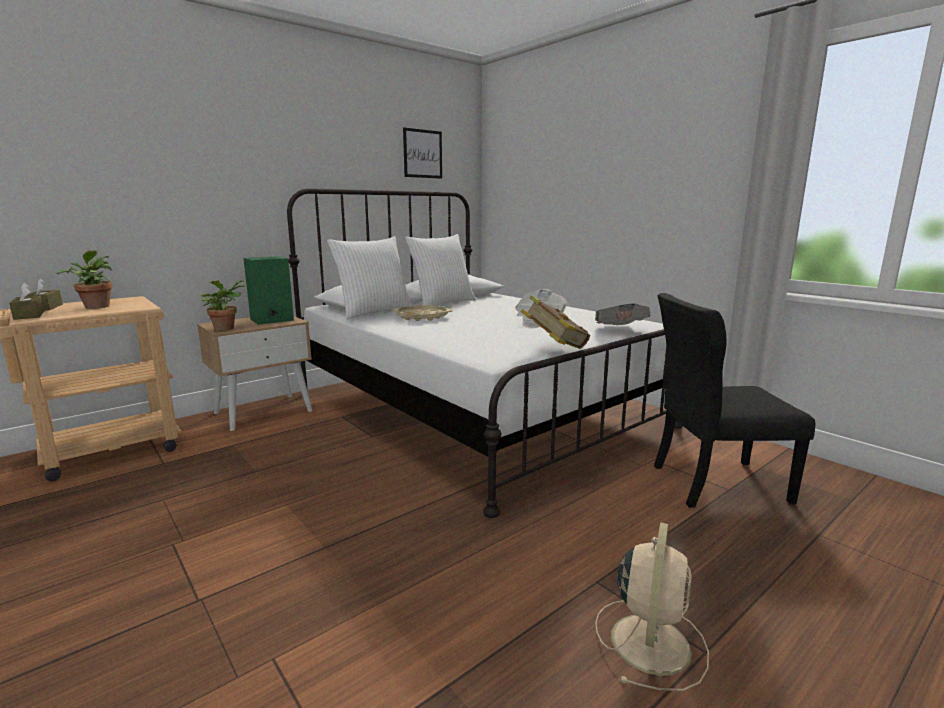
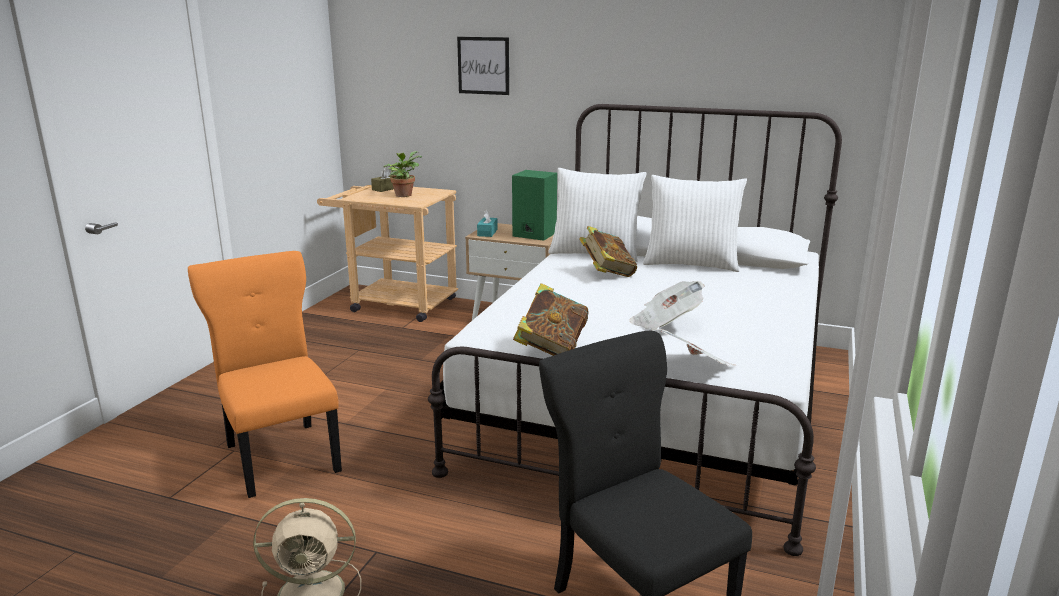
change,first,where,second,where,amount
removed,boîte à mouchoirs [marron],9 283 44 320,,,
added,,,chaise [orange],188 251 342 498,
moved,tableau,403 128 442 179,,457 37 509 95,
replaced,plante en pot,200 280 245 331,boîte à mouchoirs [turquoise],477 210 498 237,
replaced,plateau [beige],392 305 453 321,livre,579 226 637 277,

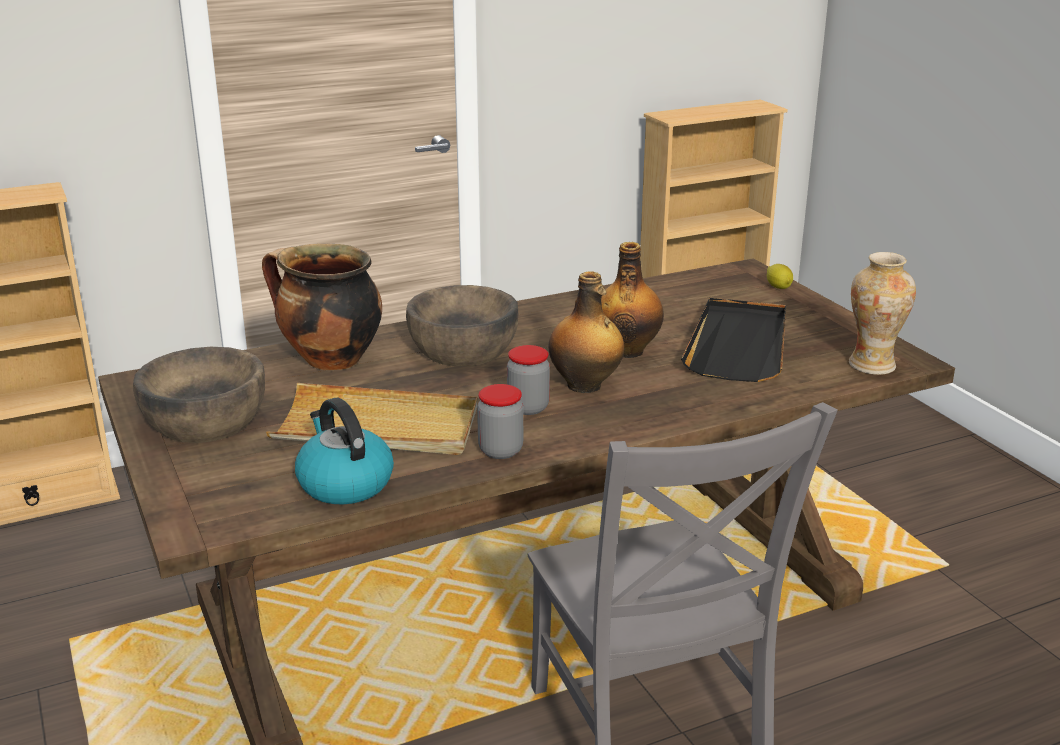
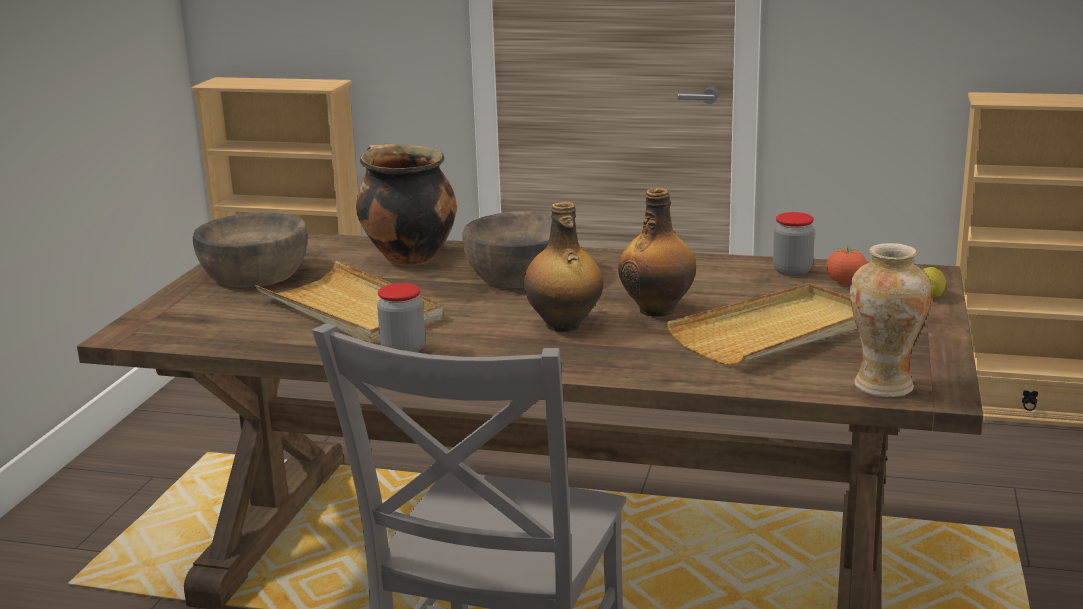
change,first,where,second,where,amount
removed,bouilloire,295 398 394 504,,,
added,,,tomate,827 247 867 284,
moved,bocal,507 345 550 415,,773 212 815 276,
recoloured,plateau [noir],681 298 786 382,plateau [beige],666 283 857 365,

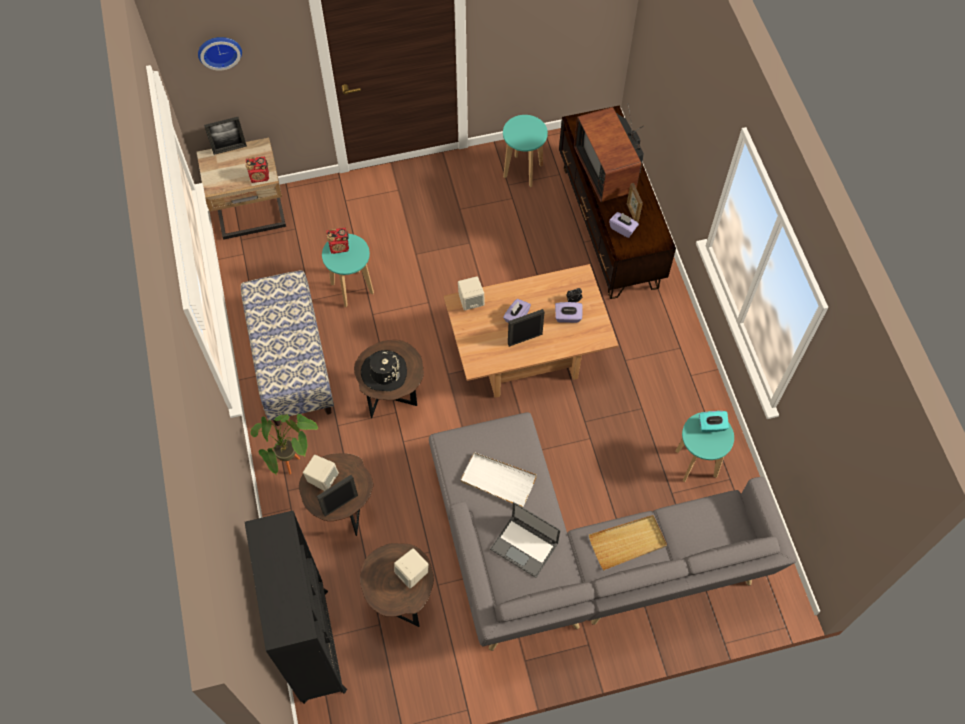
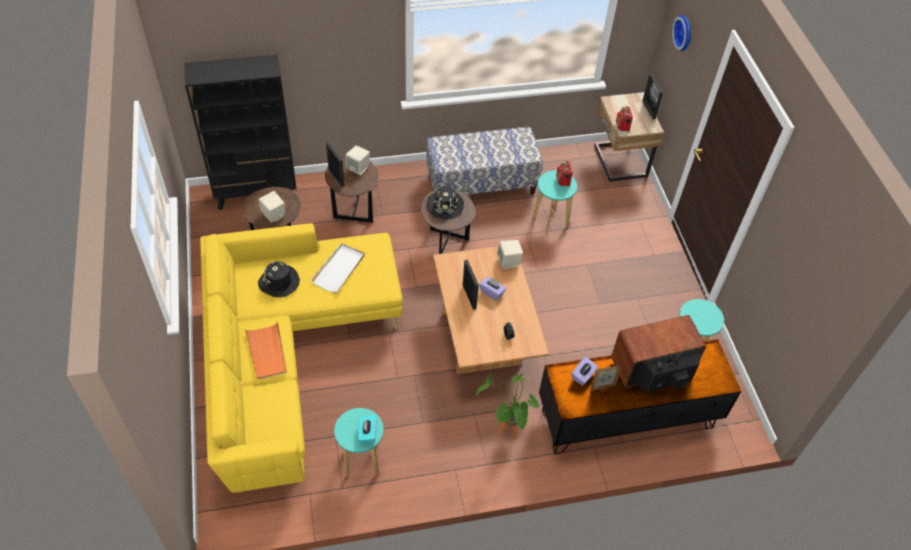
change,first,where,second,where,amount
removed,boîte à mouchoirs [violet],555 302 582 323,,,
moved,plante en pot,250 414 318 474,,476 373 540 439,
replaced,ordinateur portable,490 502 561 578,chapeau [noir],258 261 300 298,
recoloured,canapé [gris],429 412 797 651,canapé [jaune],200 223 403 493,
recoloured,plateau [beige],589 515 667 570,plateau [orange],245 322 287 379,

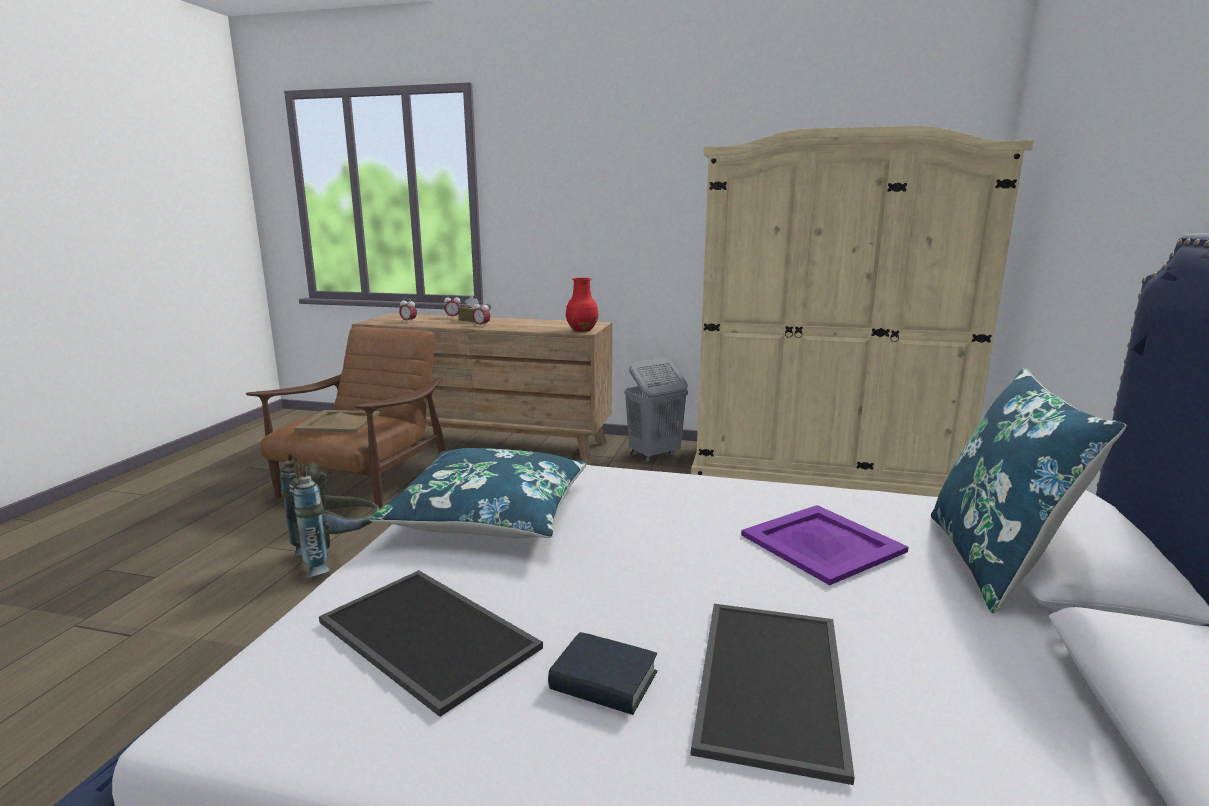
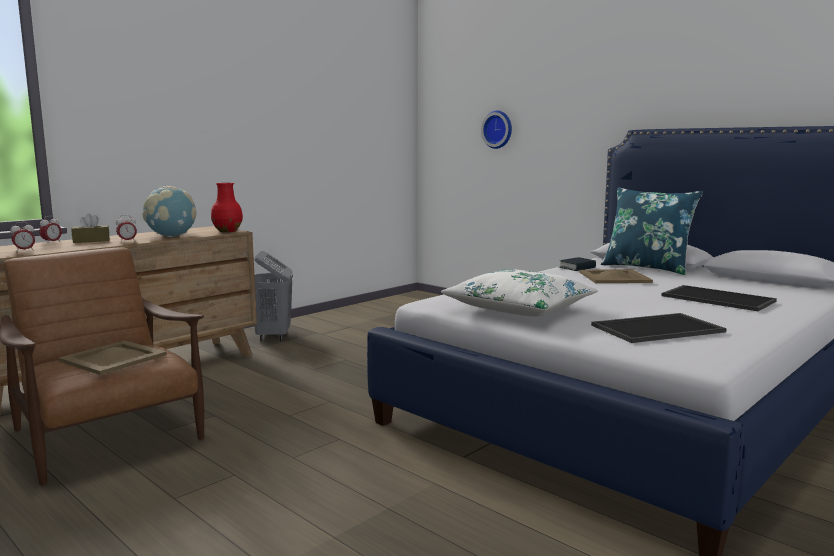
change,first,where,second,where,amount
removed,sac à dos [gris],280 452 379 578,,,
removed,armoire [beige],691 126 1034 497,,,
added,,,globe,143 186 197 237,
added,,,horloge murale,481 111 512 149,
moved,livre,548 632 657 715,,559 257 596 271,
recoloured,coussin [bleu],370 448 587 538,coussin [blanc],441 269 598 317,
recoloured,plateau [violet],741 505 908 585,plateau [beige],579 269 653 283,

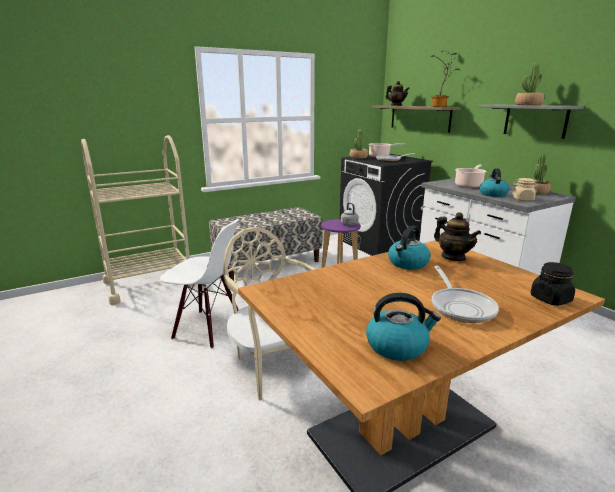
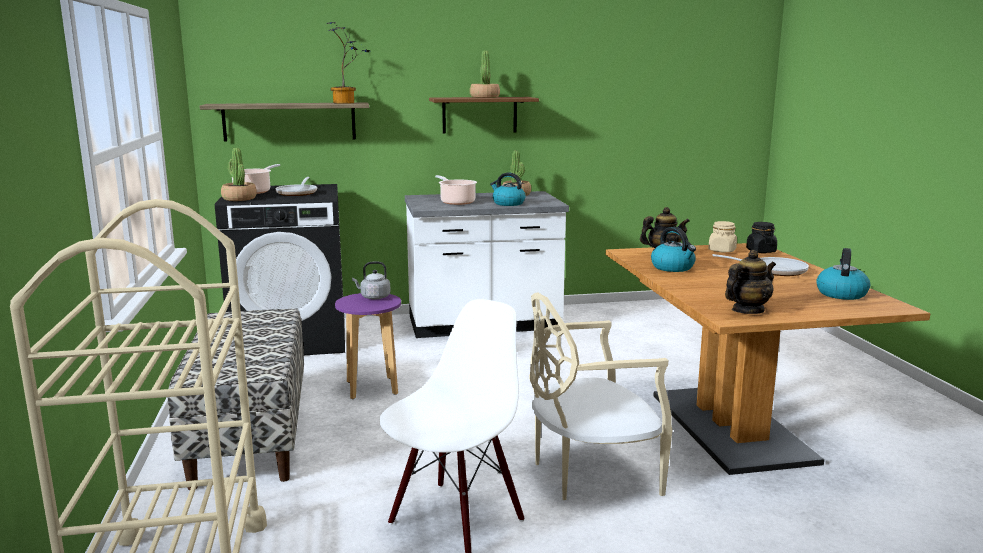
change,first,where,second,where,amount
moved,théière,386 81 410 106,,725 250 776 314,
moved,bocal [beige],512 178 538 201,,708 221 737 252,
recoloured,étagère [gris],479 105 584 139,étagère [marron],429 97 539 134,

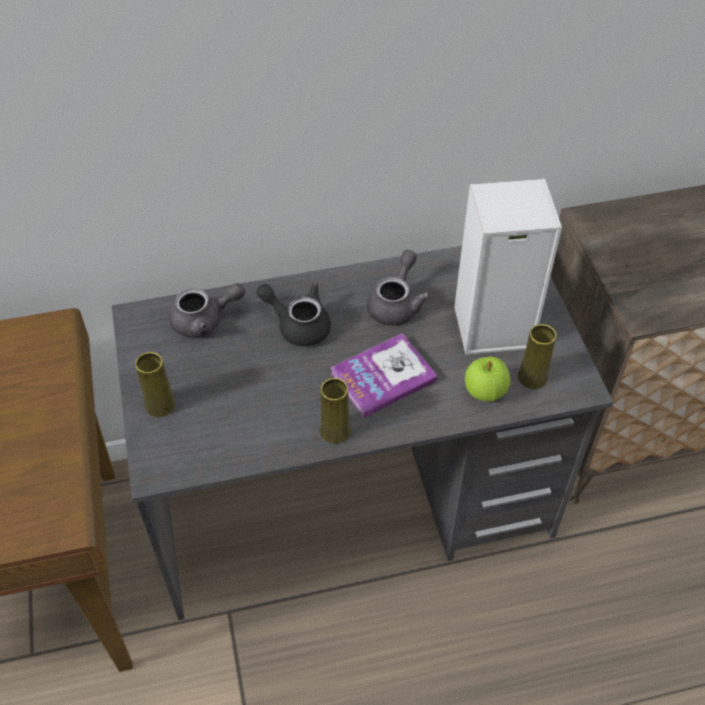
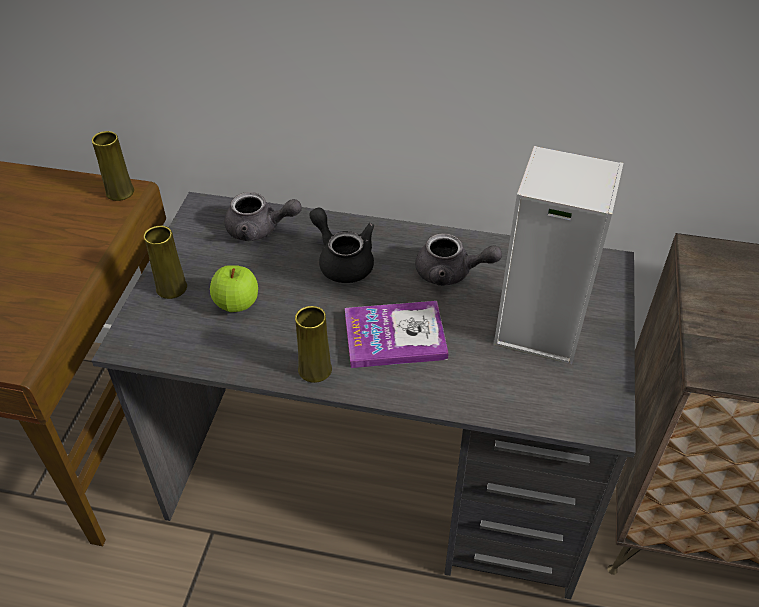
change,first,where,second,where,amount
moved,pomme,465 357 510 401,,210 265 258 312,
moved,vase [jaune],518 324 556 389,,92 131 134 201,
turned,théière [gris],367 250 431 326,,415 233 502 286,60 degrees clockwise

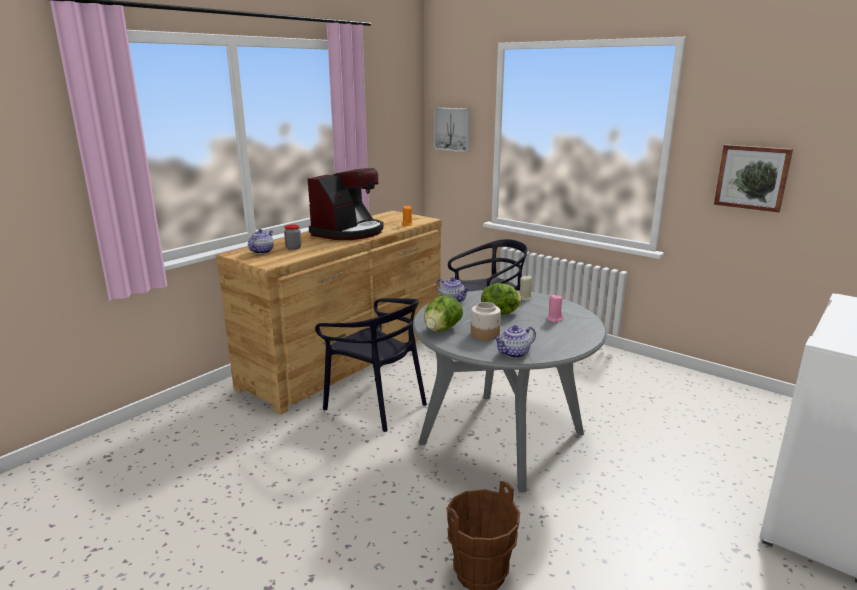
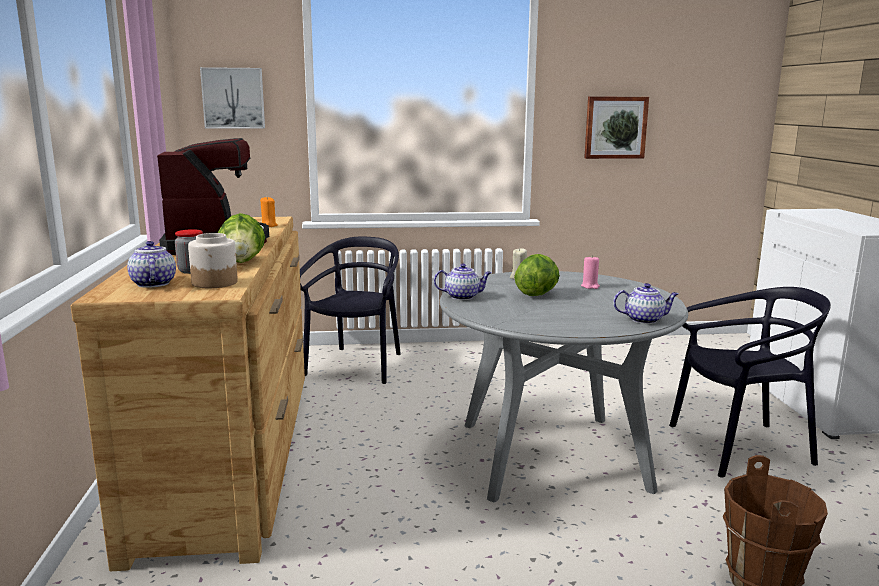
change,first,where,second,where,amount
moved,chaise [noir],315 298 427 432,,669 287 831 478,
moved,laitue,424 295 463 332,,218 213 265 263,
moved,bocal,471 302 501 341,,188 233 238 288,
turned,théière,494 325 536 358,,613 283 678 324,105 degrees counterclockwise

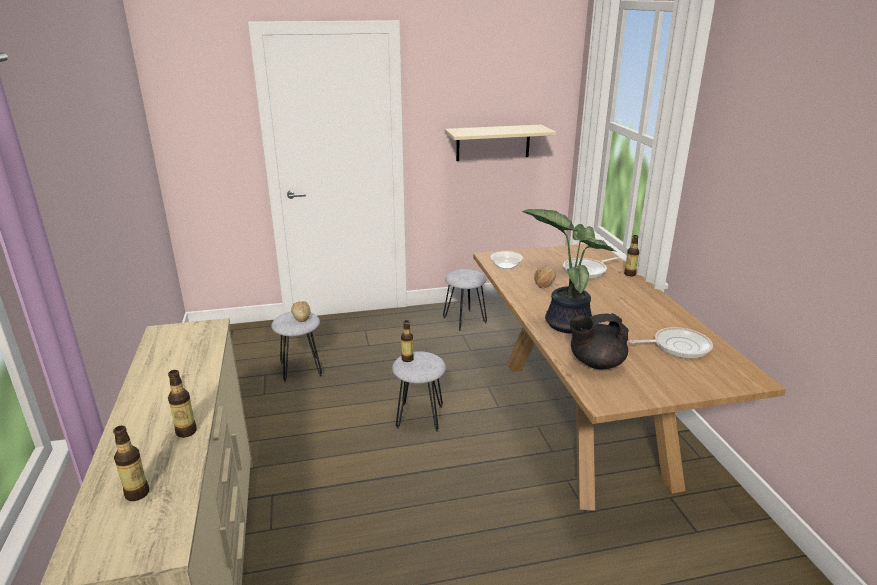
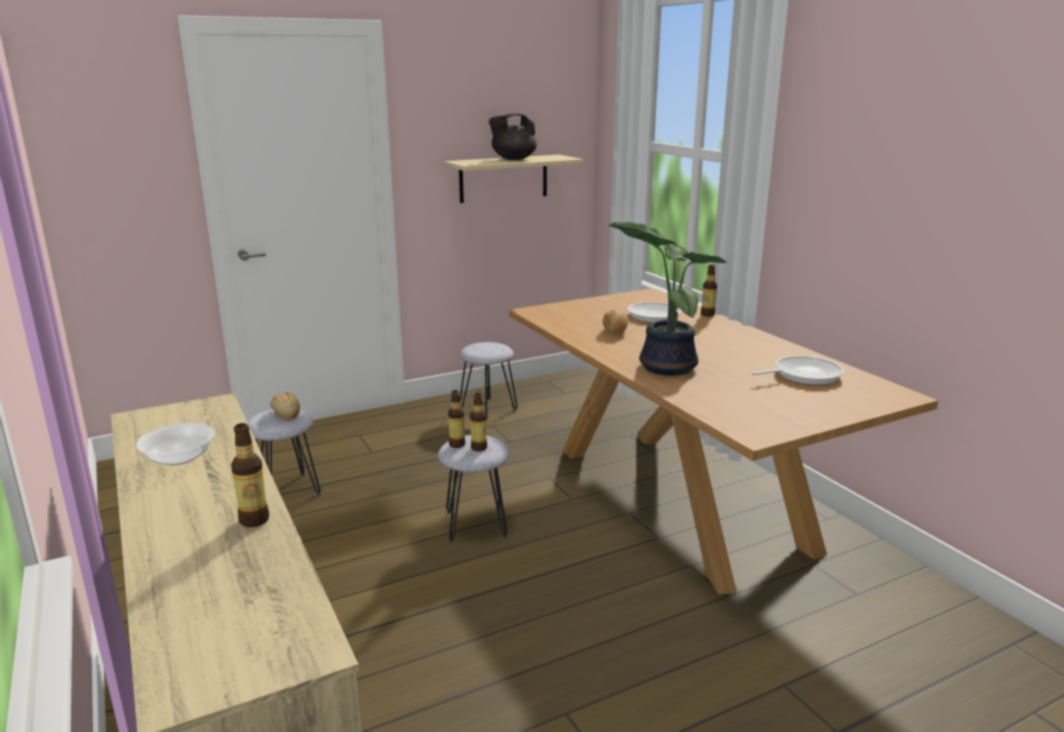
change,first,where,second,where,amount
moved,bouteille,113 426 149 501,,470 393 487 451,
moved,bol,491 251 523 269,,136 423 214 466,
moved,théière [noir],569 313 629 369,,488 113 537 160,

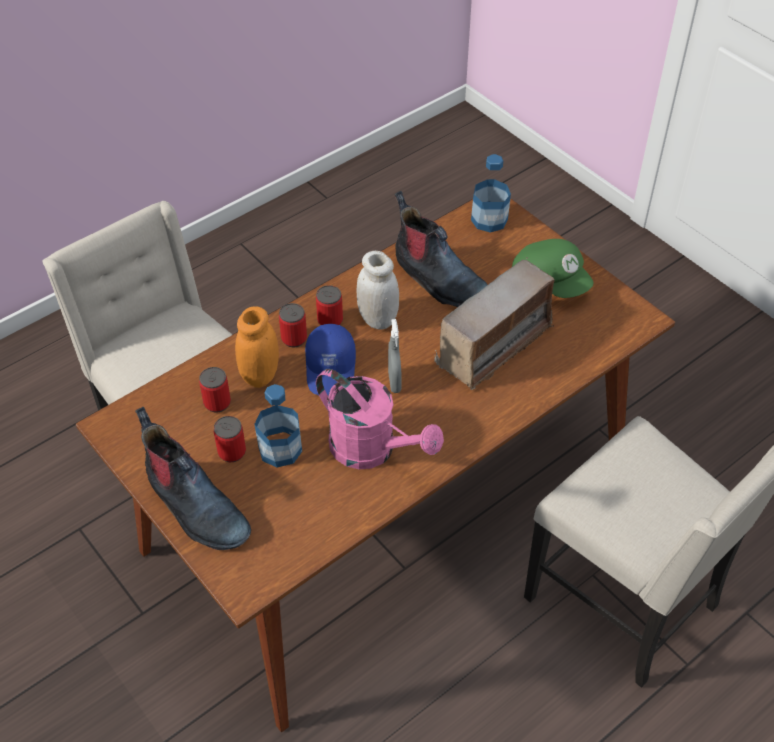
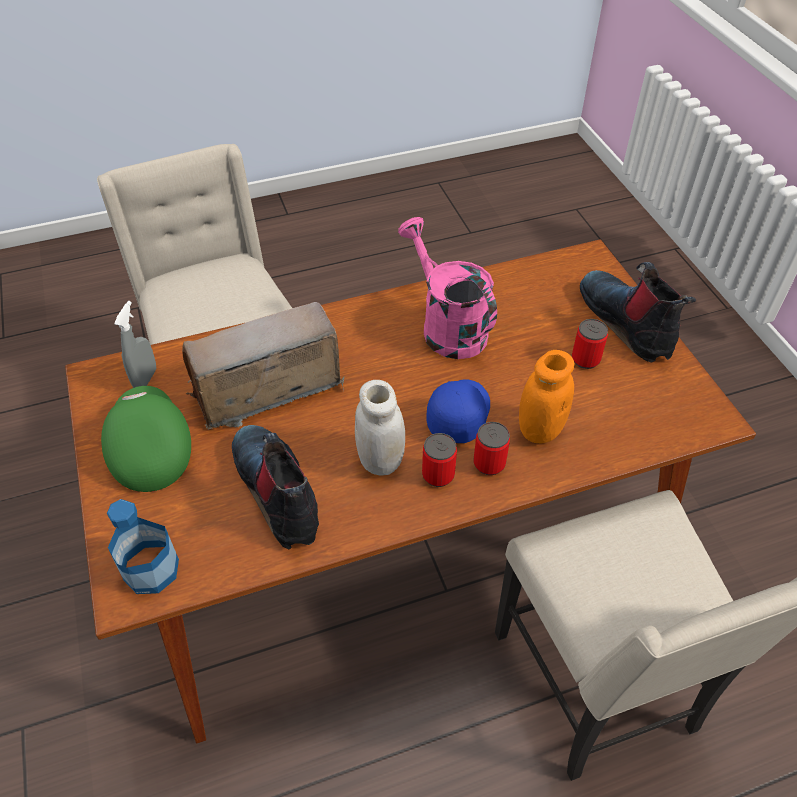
change,first,where,second,where,amount
removed,boîte métallique,199 367 231 412,,,
removed,bouteille,254 384 302 467,,,
moved,vaporisateur [gris],388 319 402 393,,114 301 156 388,

